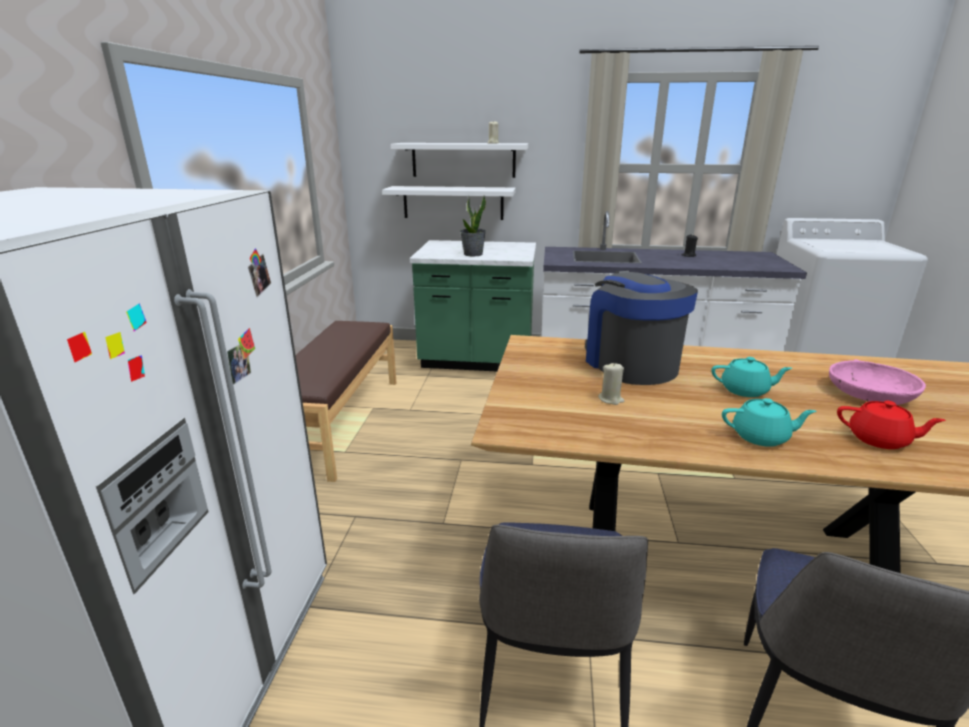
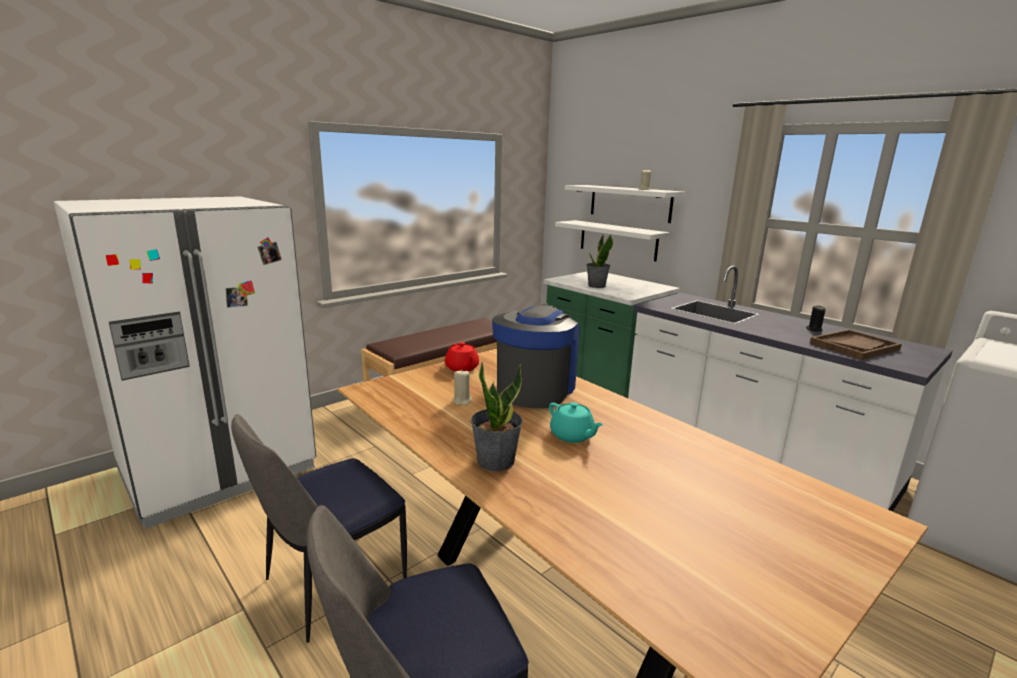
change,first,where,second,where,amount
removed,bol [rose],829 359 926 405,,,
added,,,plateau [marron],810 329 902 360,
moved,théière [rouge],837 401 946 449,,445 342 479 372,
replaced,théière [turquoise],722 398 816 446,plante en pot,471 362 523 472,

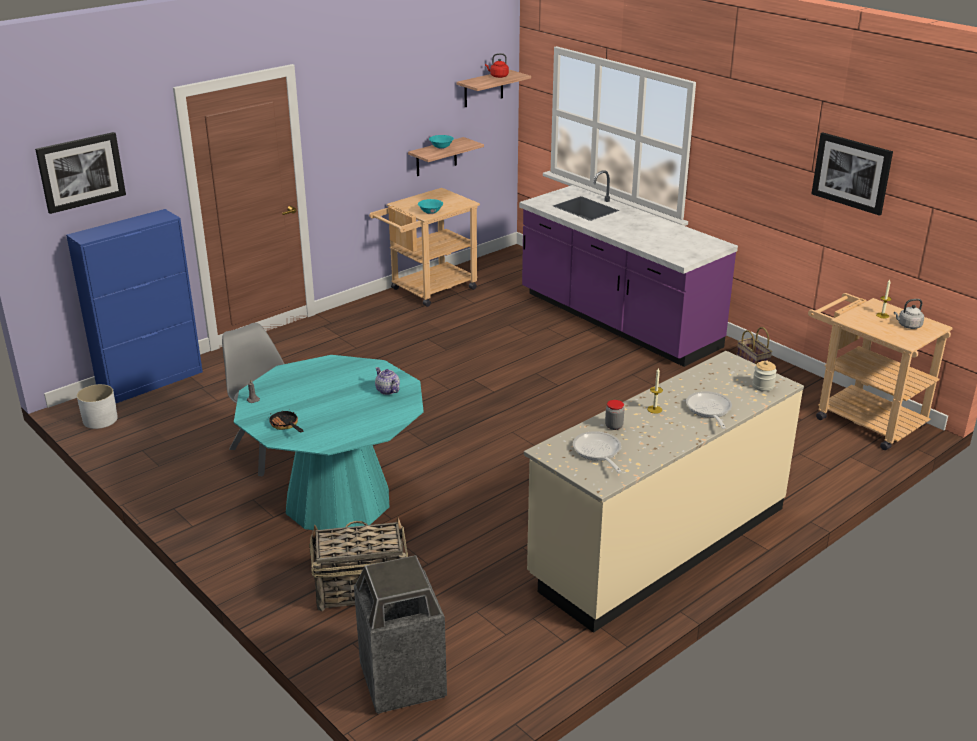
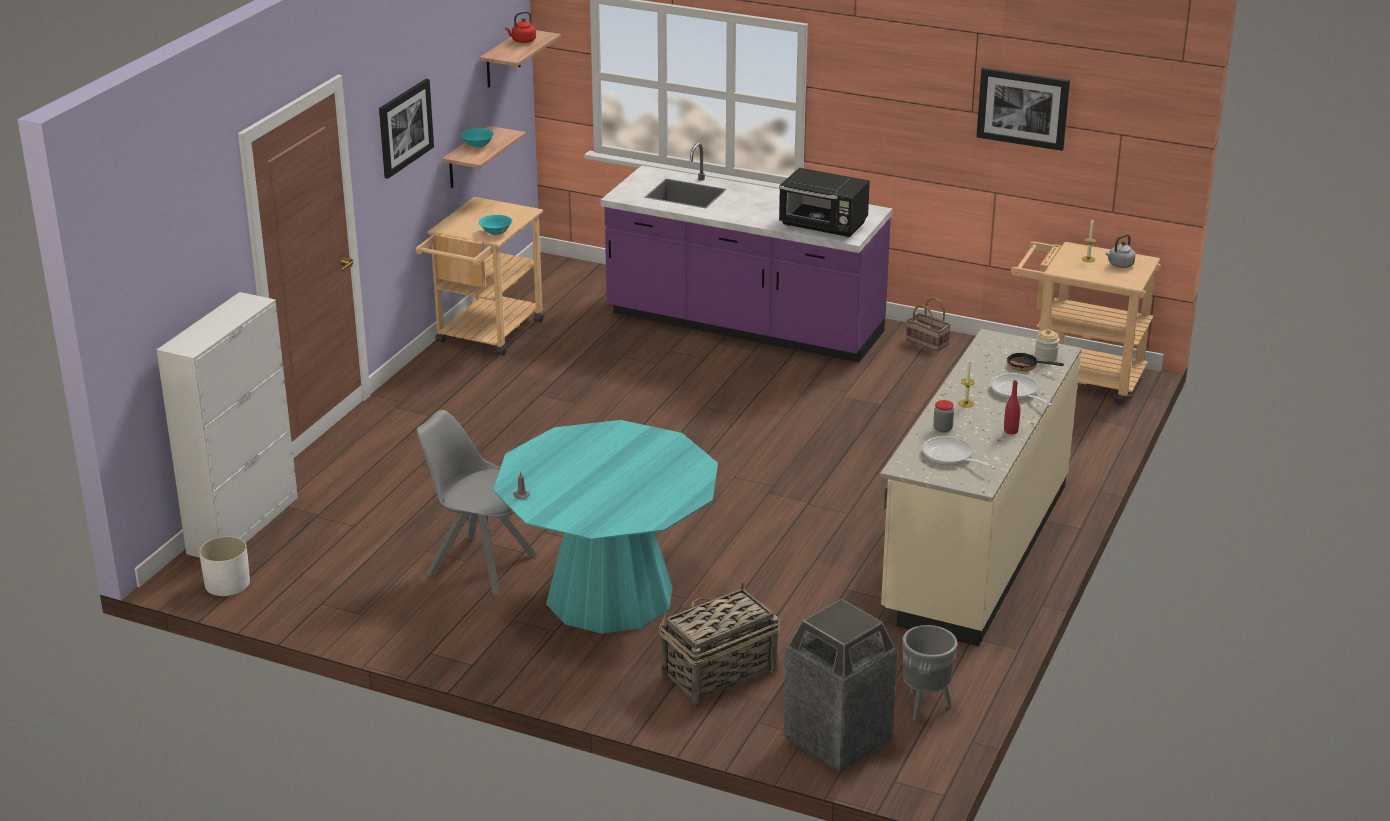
change,first,where,second,where,amount
removed,théière,375 367 400 395,,,
added,,,micro-ondes [noir],779 168 870 237,
added,,,cache-pot [gris],902 625 957 720,
added,,,bouteille [rouge],1004 380 1020 434,
moved,tableau,35 132 126 214,,379 79 434 179,
moved,poêle,268 411 303 432,,1007 351 1064 372,
recoloured,meuble de rangement [bleu],66 209 203 403,meuble de rangement [blanc],157 292 298 558,

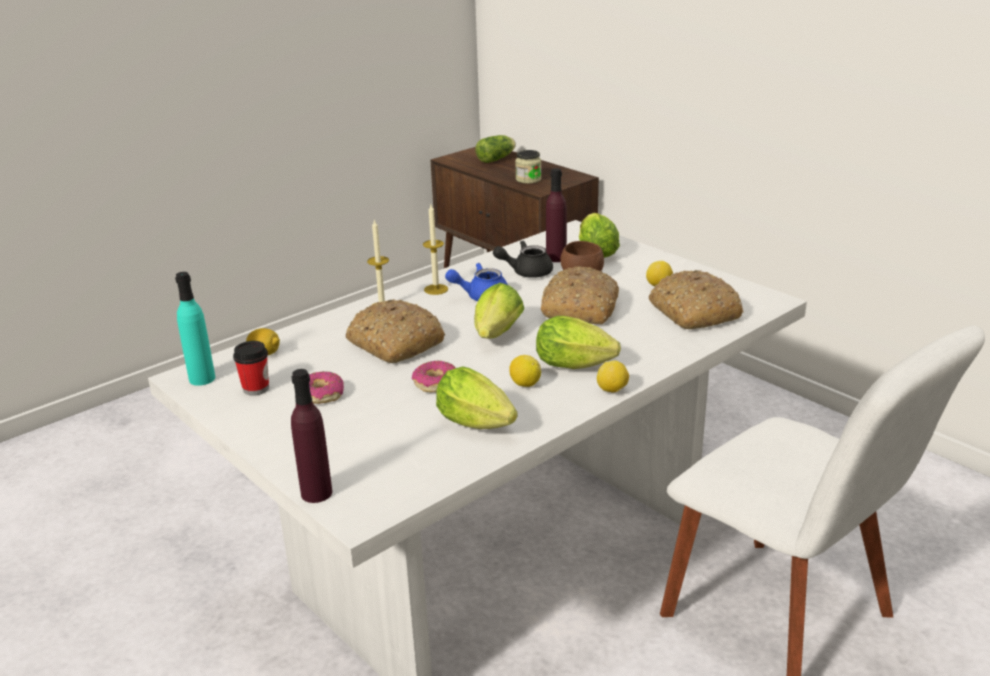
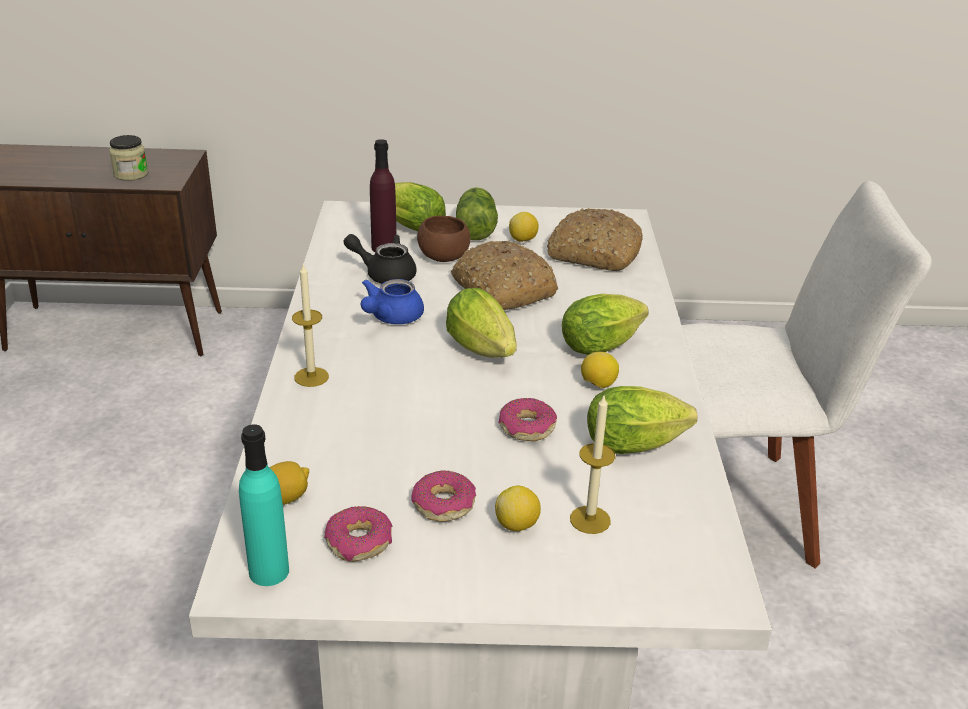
change,first,where,second,where,amount
removed,bouteille [violet],291 369 332 503,,,
removed,pain,345 299 445 363,,,
moved,bougie,423 205 448 295,,570 394 616 534,
moved,laitue,475 135 516 163,,456 187 498 240,
moved,citron,597 361 629 393,,495 485 541 531,
replaced,tasse,233 341 269 396,beignet,324 506 392 562,
turned,théière [noir],493 241 553 278,,344 234 417 284,75 degrees clockwise

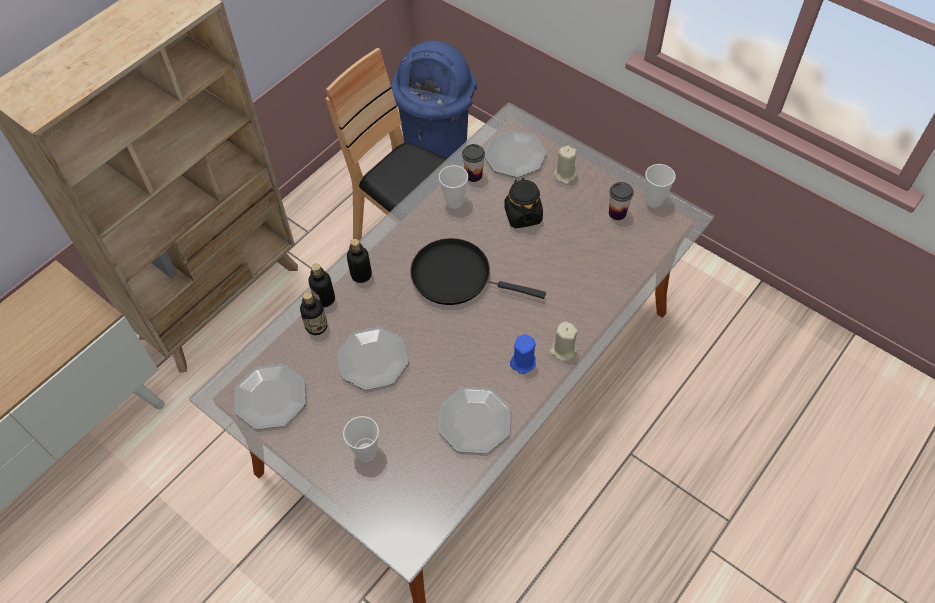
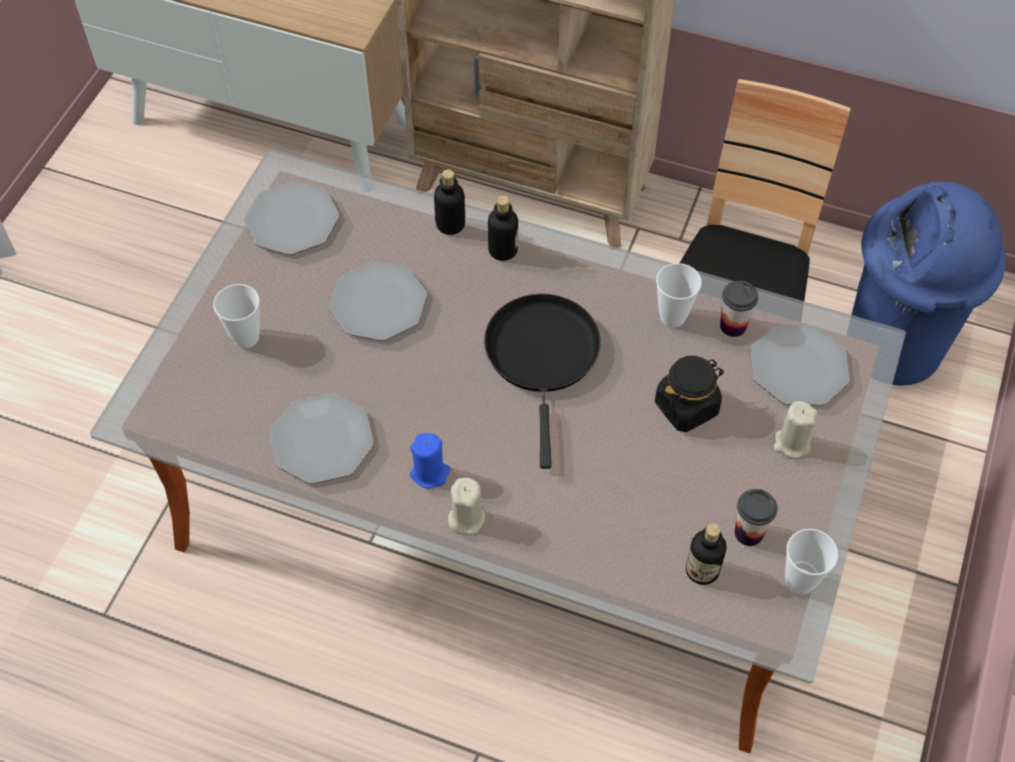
change,first,where,second,where,amount
moved,bouteille,300 292 327 335,,686 523 726 585,

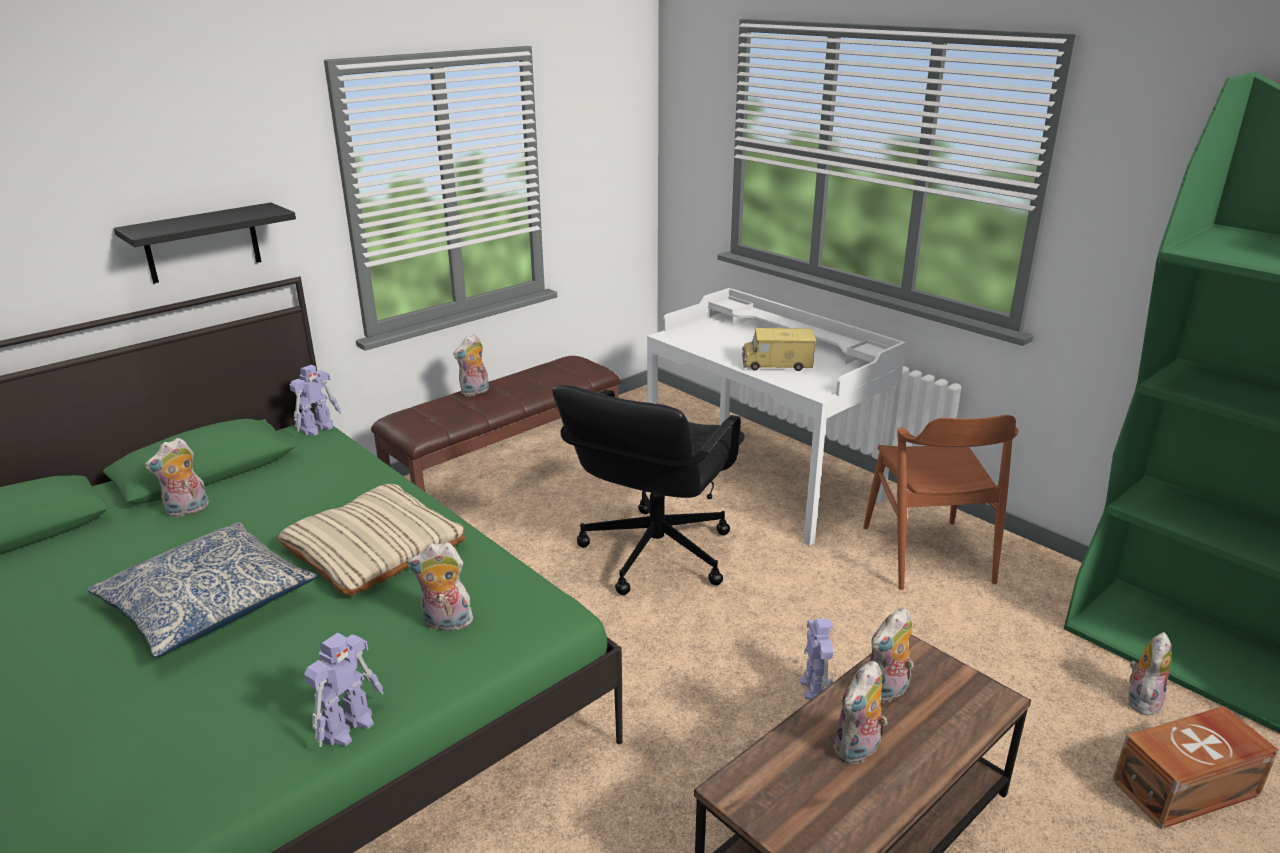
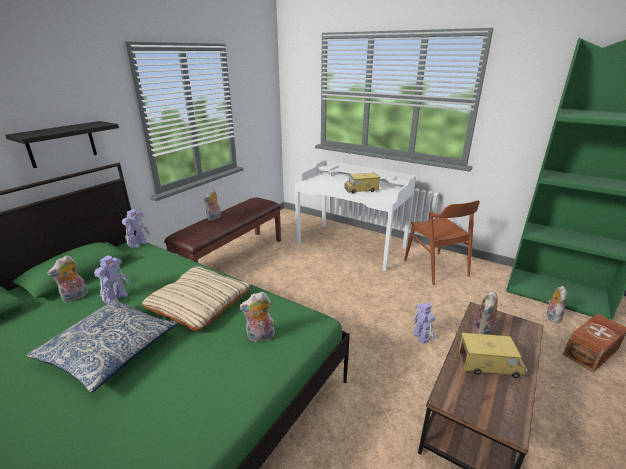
change,first,where,second,where,amount
removed,chaise de bureau [noir],552 385 745 595,,,
moved,robot jouet,304 633 384 747,,94 255 131 304,
replaced,peluche,833 661 888 764,camion jouet,458 333 528 378,

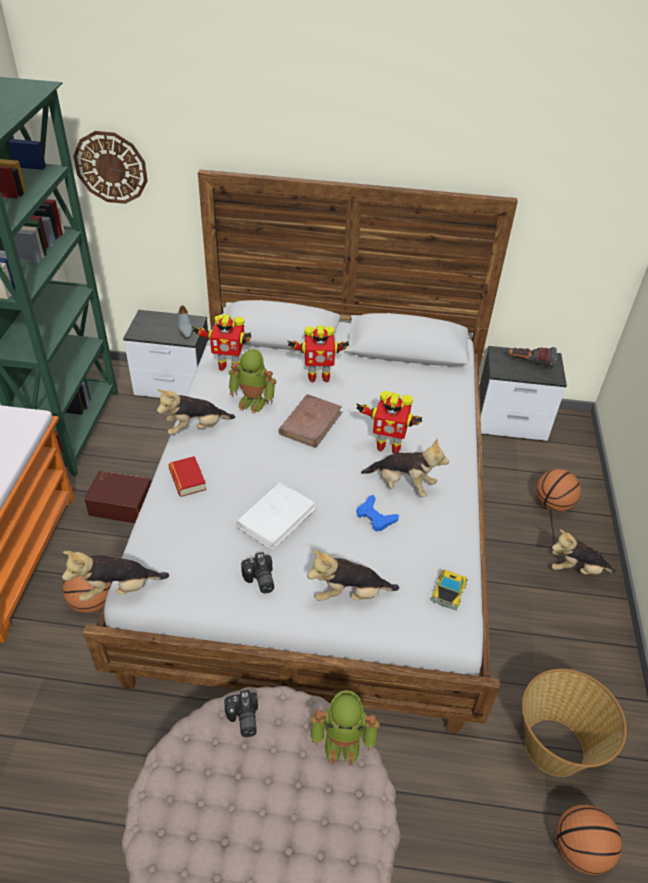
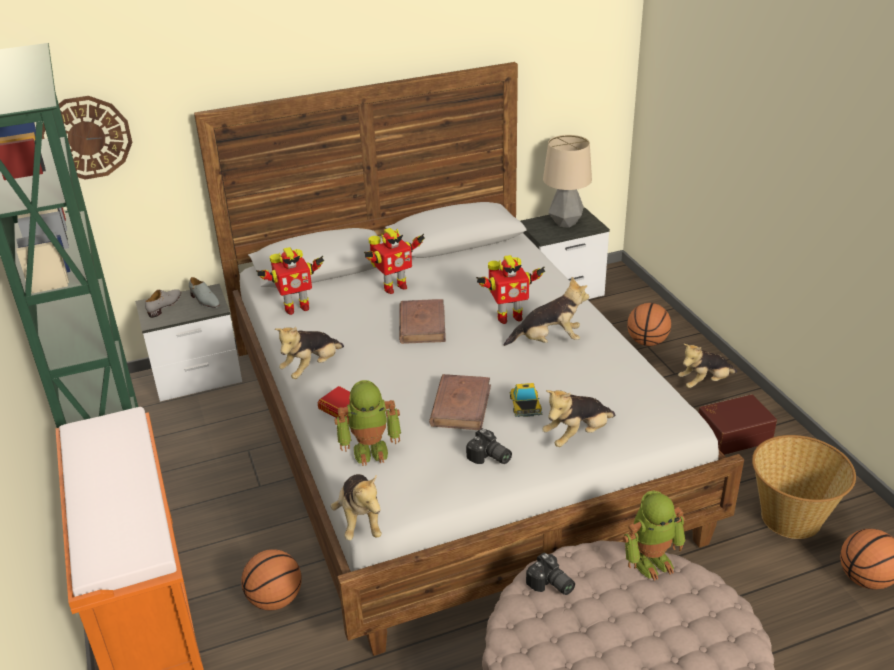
change,first,where,second,where,amount
removed,manette [bleu],356 495 399 531,,,
added,,,chaussure [gris],145 289 181 318,
moved,boîte de rangement [marron],84 471 151 523,,699 394 777 455,
moved,robot jouet,229 349 276 414,,334 380 401 466,
moved,petite voiture,430 569 467 610,,510 383 542 417,
replaced,lampe de poche,508 347 557 369,lampe de table,543 135 592 228,
recoloured,livre [blanc],236 482 316 550,livre [marron],429 374 491 430,
turned,peluche,62 551 169 601,,331 474 382 540,60 degrees counterclockwise

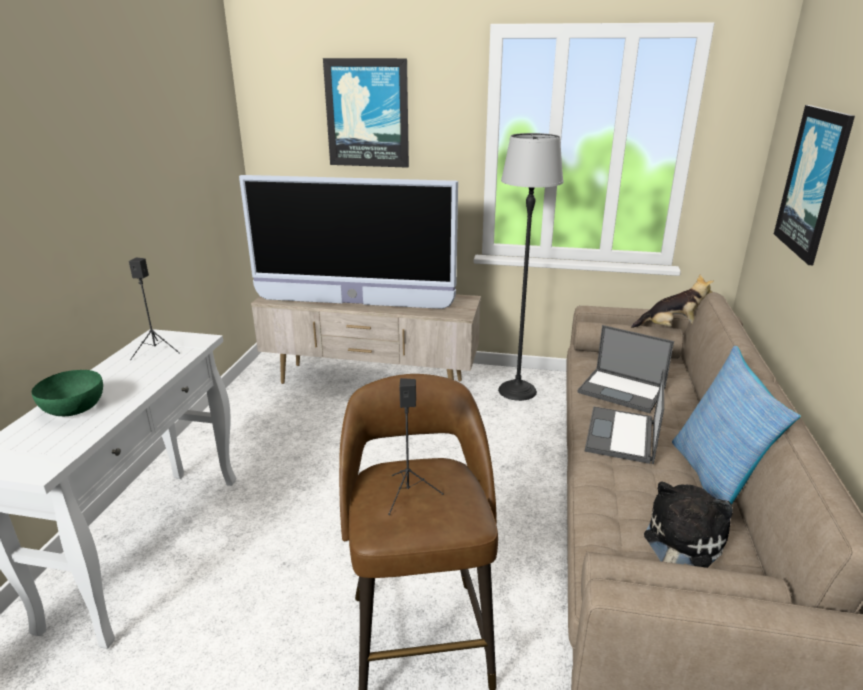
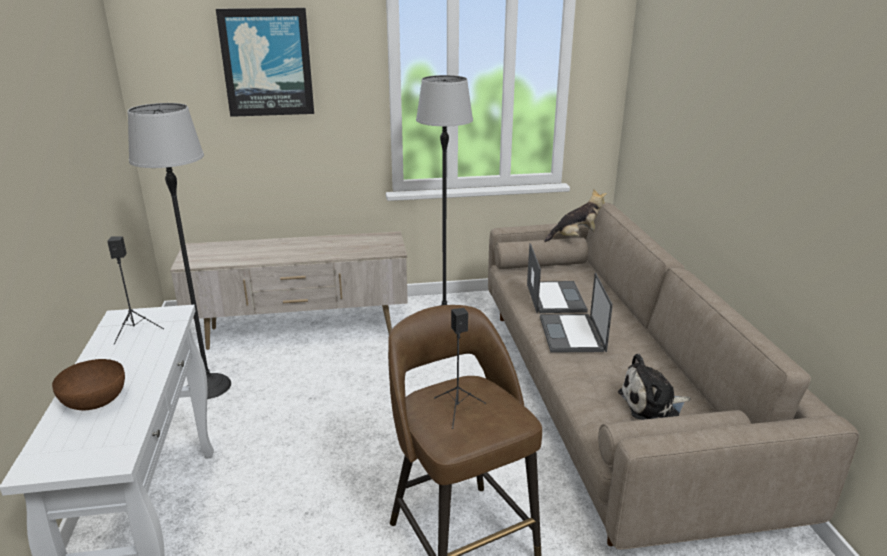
change,first,where,second,where,amount
removed,téléviseur,239 175 458 309,,,
removed,coussin,672 346 801 505,,,
removed,tableau,774 105 855 265,,,
added,,,lampadaire,128 103 231 399,
recoloured,bol [vert],32 370 103 416,bol [marron],52 359 125 410,
turned,ordinateur portable,577 325 674 413,,527 243 588 313,105 degrees counterclockwise
turned,peluche,644 481 733 568,,618 354 690 420,120 degrees counterclockwise

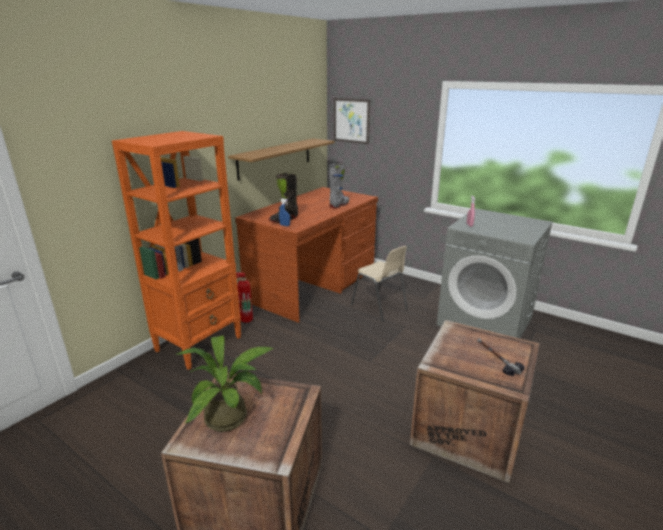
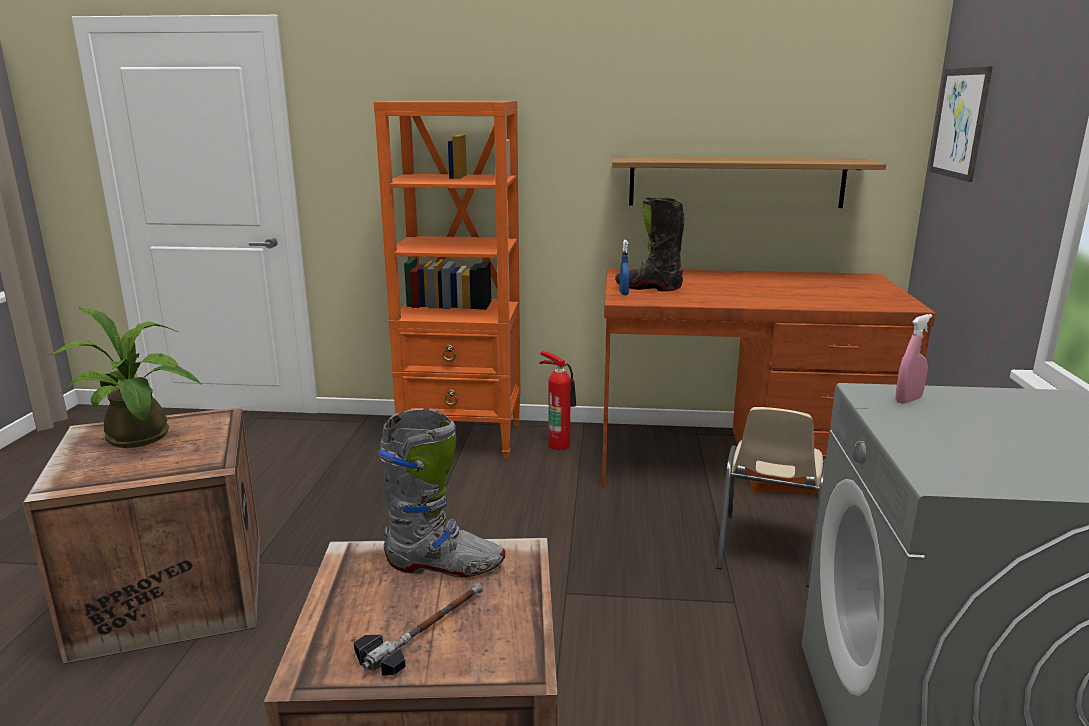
change,first,where,second,where,amount
moved,botte [gris],329 164 349 208,,378 409 505 578,

